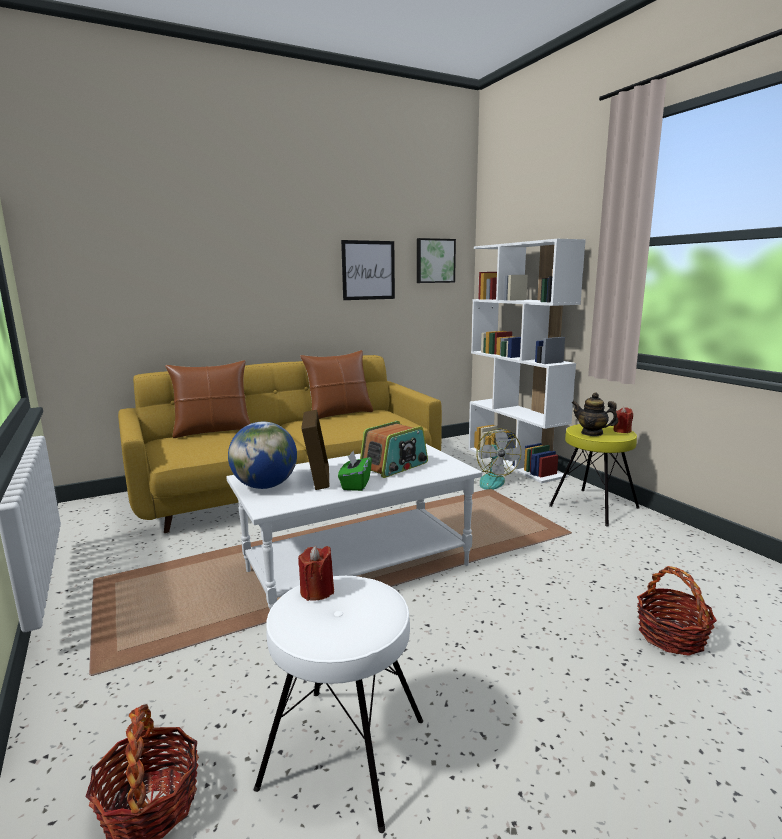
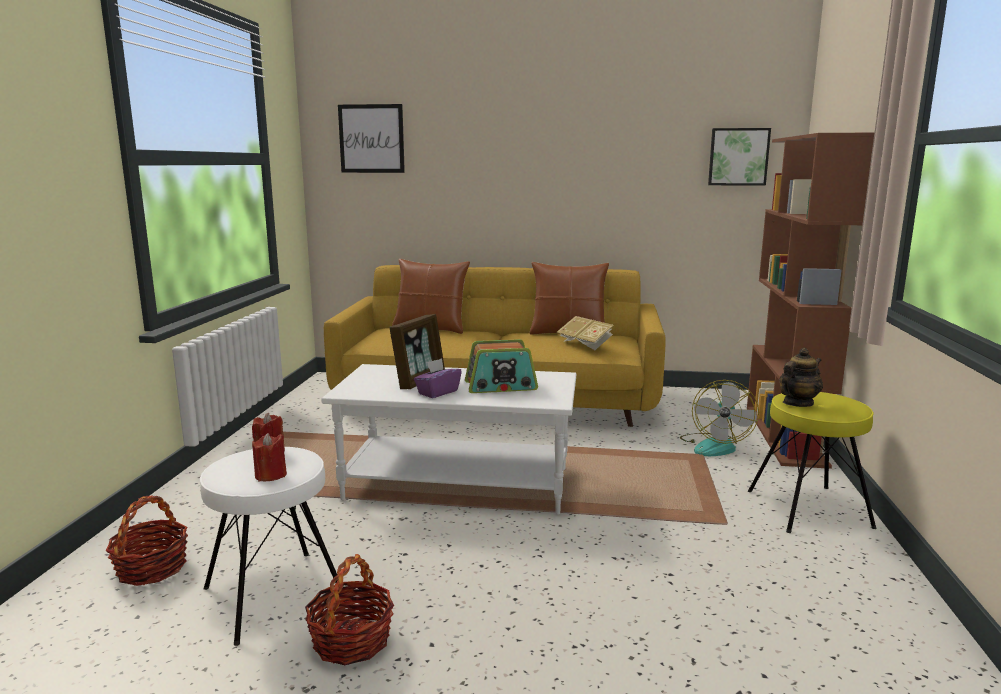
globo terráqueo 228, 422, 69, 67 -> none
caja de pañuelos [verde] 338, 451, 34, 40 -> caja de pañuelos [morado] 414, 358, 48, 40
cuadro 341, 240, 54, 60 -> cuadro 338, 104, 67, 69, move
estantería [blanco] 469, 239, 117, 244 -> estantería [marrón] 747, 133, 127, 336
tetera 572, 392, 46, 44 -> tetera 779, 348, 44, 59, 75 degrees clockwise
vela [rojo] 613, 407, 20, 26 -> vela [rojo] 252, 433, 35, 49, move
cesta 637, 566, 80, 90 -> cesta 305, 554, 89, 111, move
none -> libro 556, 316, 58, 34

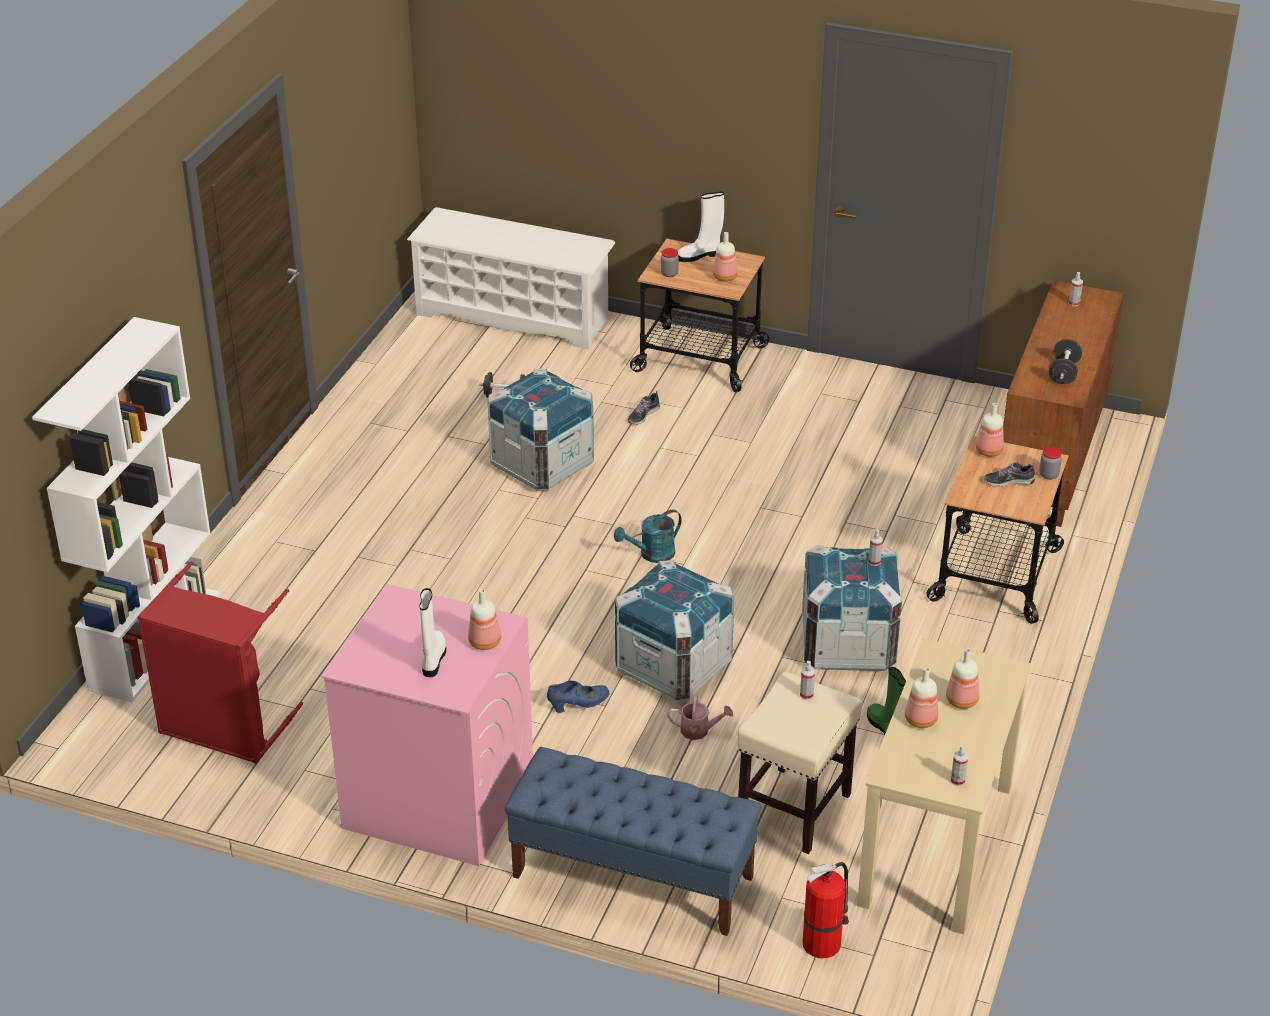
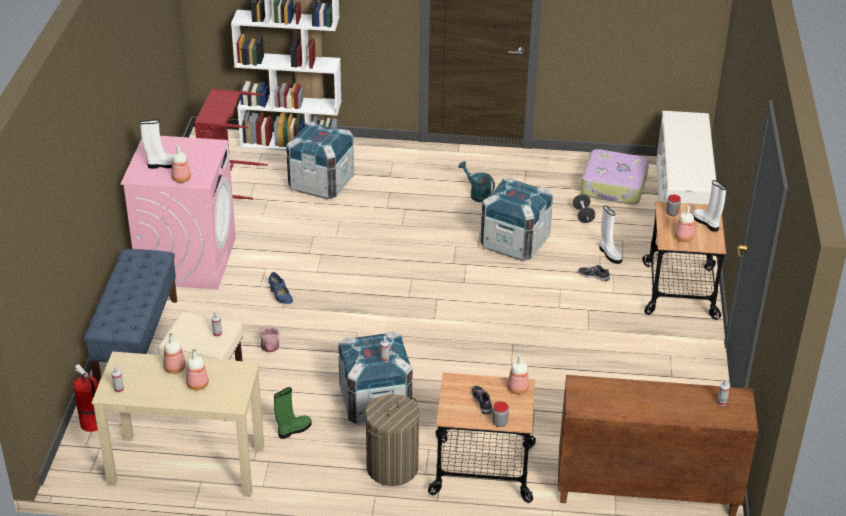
regadera [turquesa] 614, 509, 68, 54 -> regadera [turquesa] 458, 161, 37, 41, move
caja de embalaje 615, 560, 119, 141 -> caja de embalaje 286, 122, 68, 77, move
mancuerna [negro] 1049, 339, 33, 45 -> none
none -> cesto de la ropa 365, 394, 55, 92
none -> maleta 581, 149, 68, 56
none -> bota [blanco] 599, 206, 23, 58

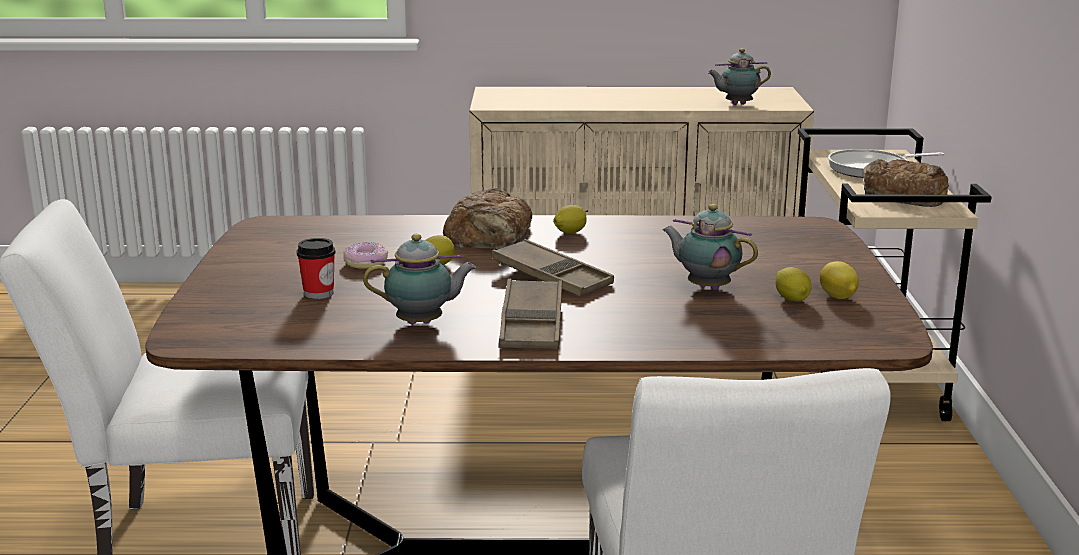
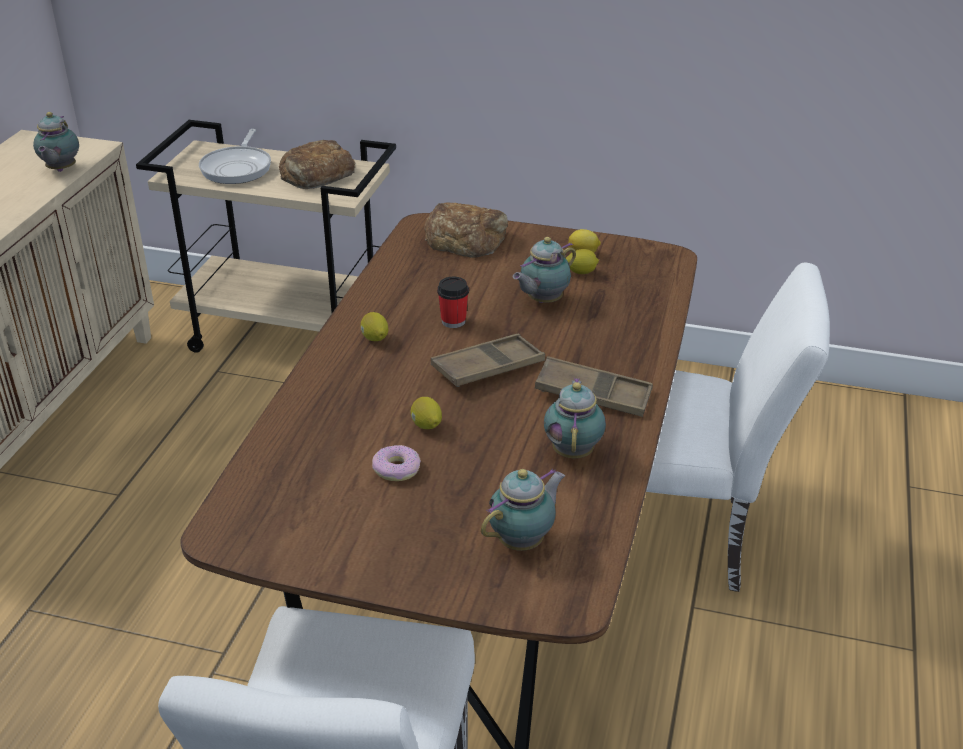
taza 297, 238, 39, 61 -> taza 437, 277, 32, 51, move
pan 443, 188, 89, 61 -> pan 424, 203, 84, 55, move
none -> tetera 481, 468, 84, 83

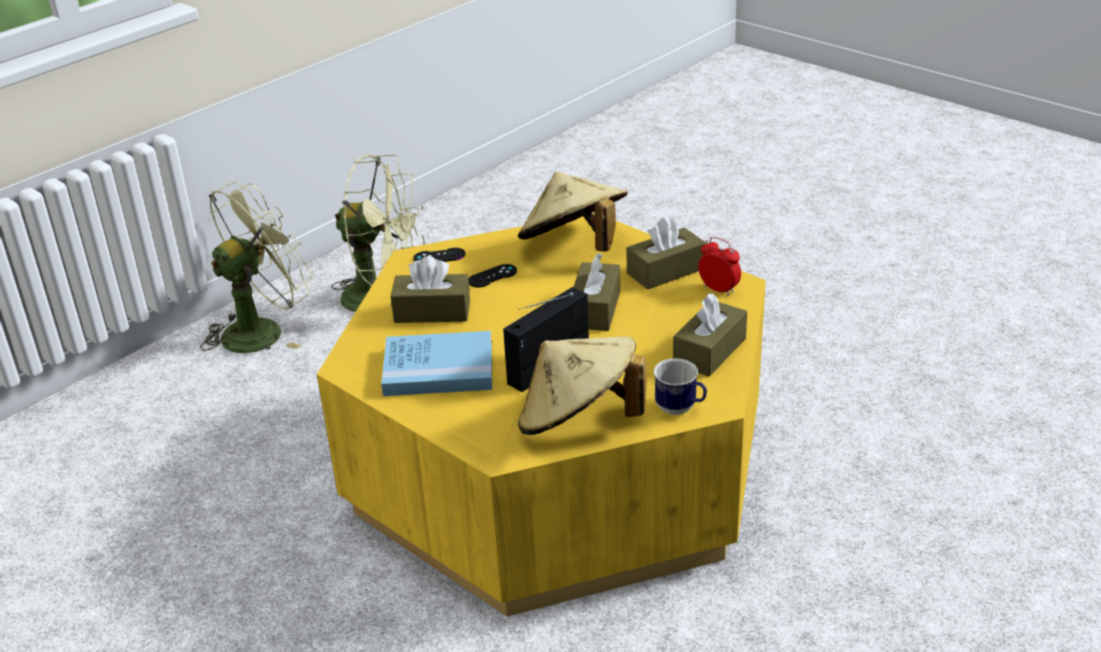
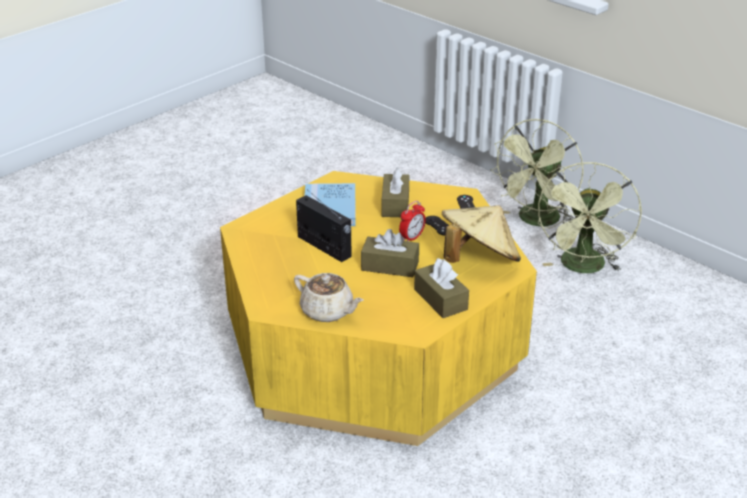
ventilador [verde] 200, 182, 113, 171 -> ventilador [verde] 490, 119, 94, 107, 75 degrees clockwise
sombrero [beis] 518, 336, 129, 99 -> none
taza grande 654, 358, 53, 57 -> none
caja de pañuelos [marrón] 673, 293, 74, 84 -> tetera [beis] 294, 273, 70, 49
despertador 699, 236, 42, 60 -> despertador 399, 201, 27, 41, move

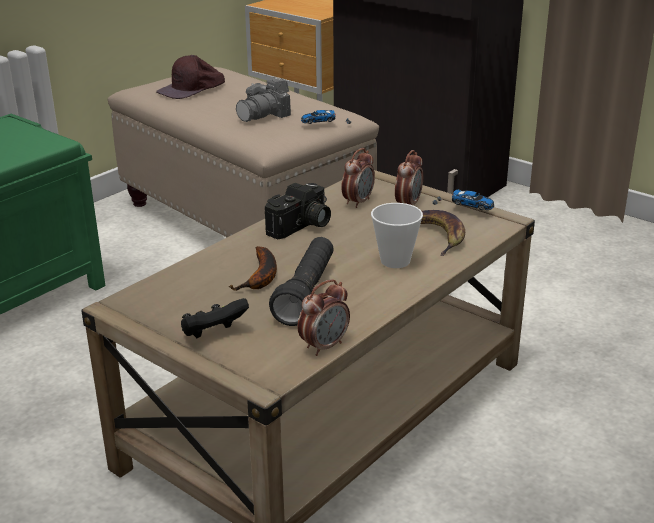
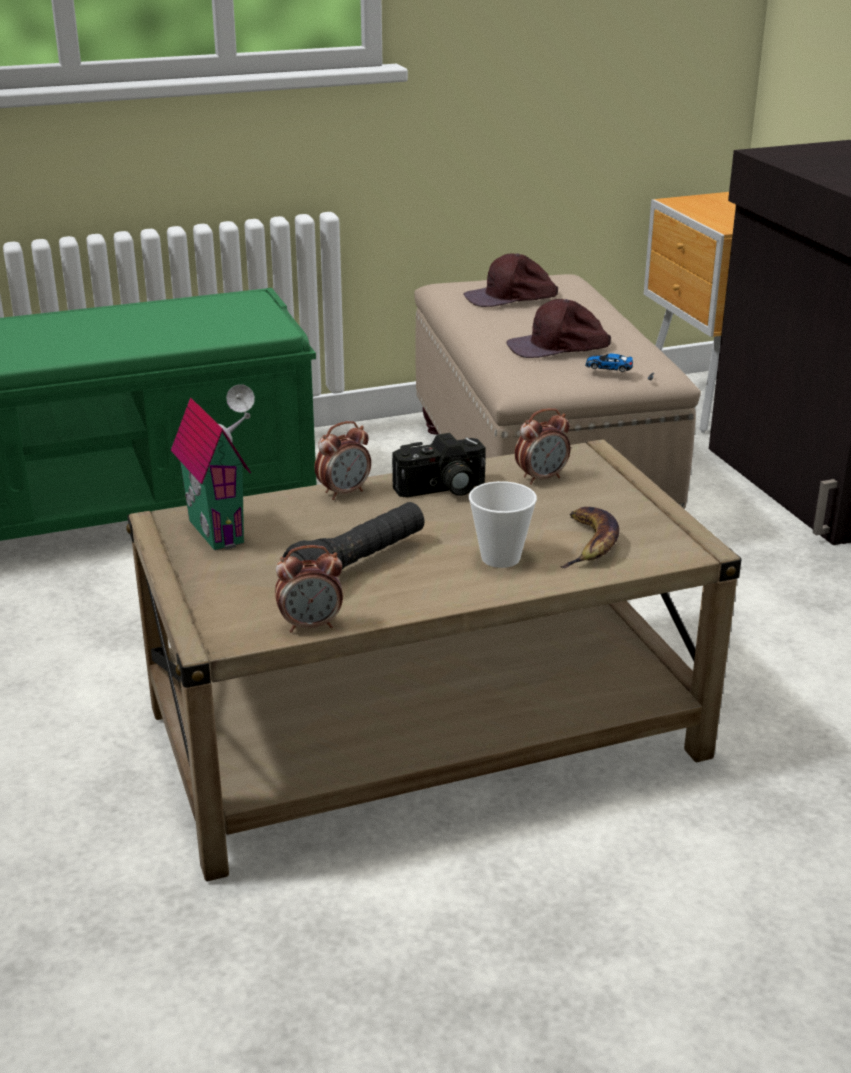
mando de consola [negro] 181, 298, 68, 40 -> none
plátano 229, 246, 48, 45 -> none
cámara 236, 78, 55, 44 -> gorra [marrón] 506, 299, 105, 59
despertador 395, 150, 28, 55 -> despertador 314, 421, 57, 79, move
coche de juguete 433, 190, 61, 20 -> none
none -> casita 171, 385, 84, 165

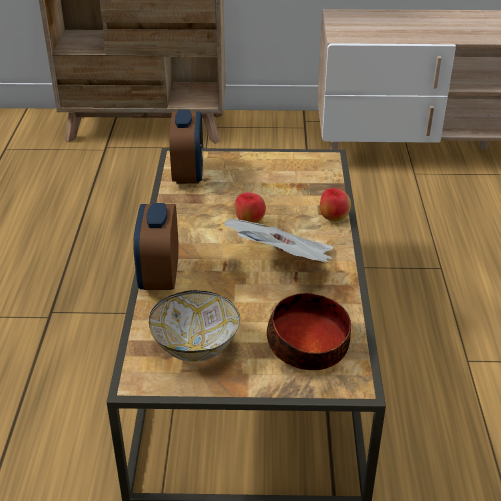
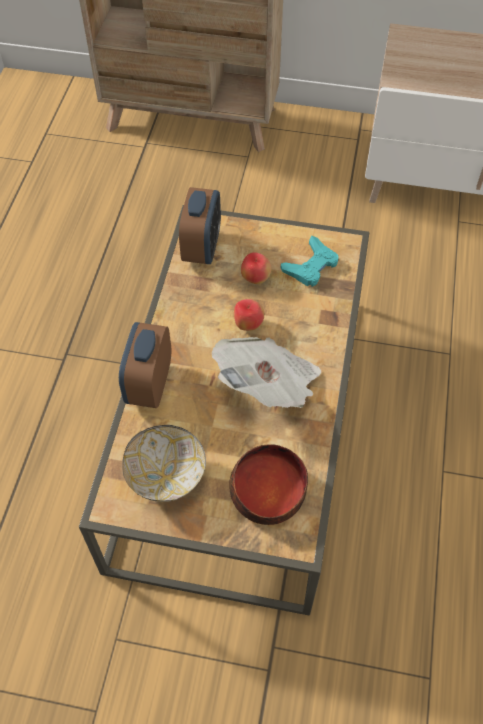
manzana 320, 188, 31, 34 -> manzana 241, 252, 30, 32, move
none -> mando de consola [turquesa] 281, 236, 58, 51

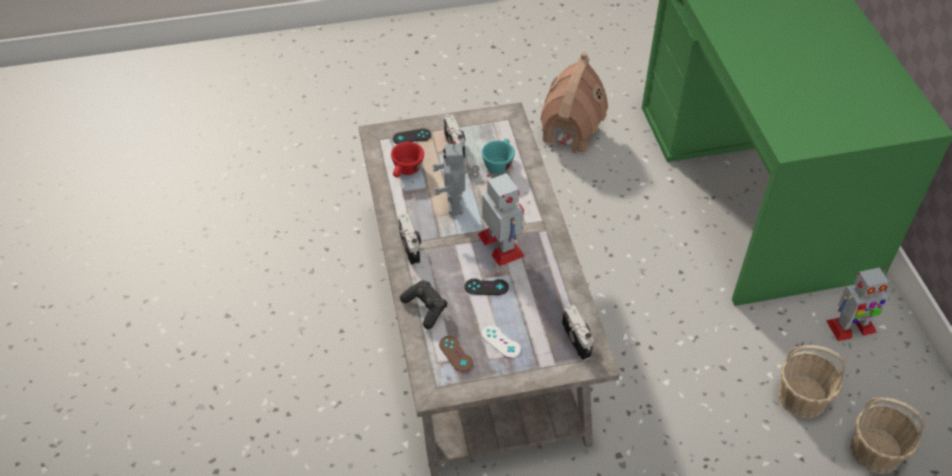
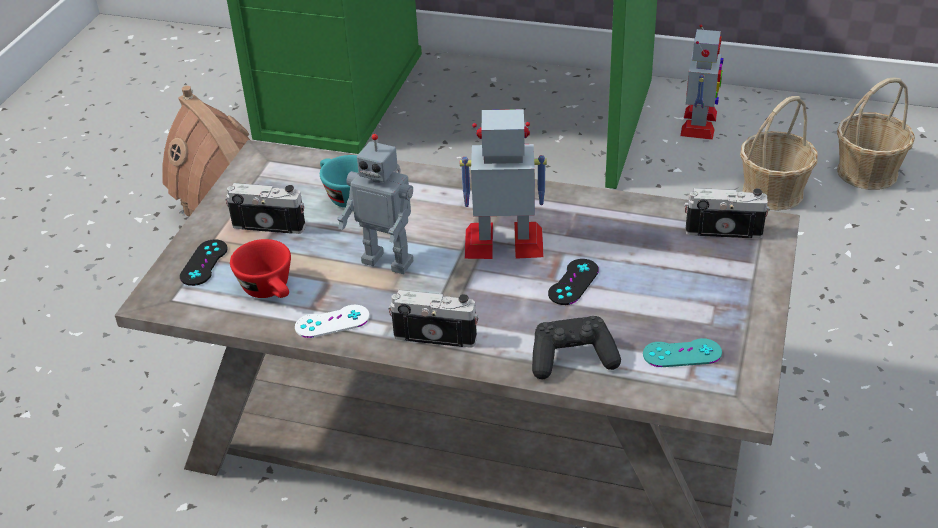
mando de consola [marrón] 439, 336, 34, 36 -> mando de consola [turquesa] 643, 338, 79, 29
mando de consola [blanco] 482, 325, 39, 33 -> mando de consola [blanco] 295, 305, 75, 33, move

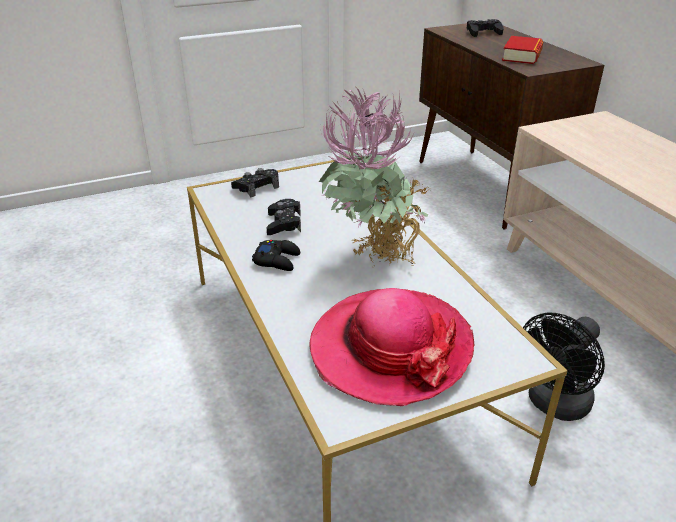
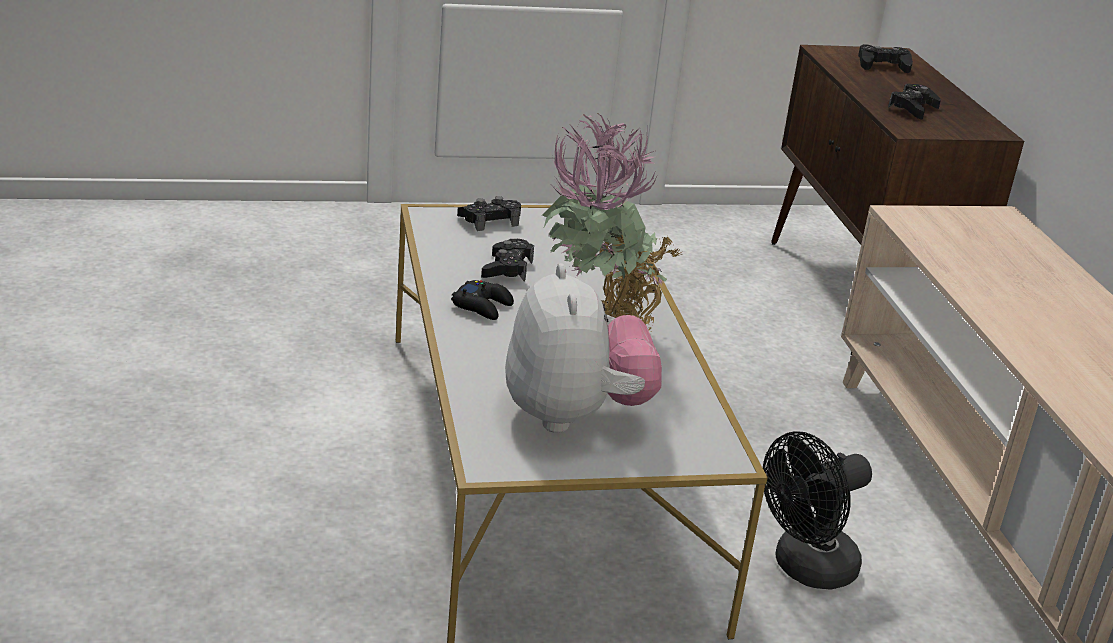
sombrero 310, 288, 165, 118 -> peluche 505, 263, 157, 170
libro 502, 36, 42, 28 -> mando de consola [negro] 888, 84, 53, 36

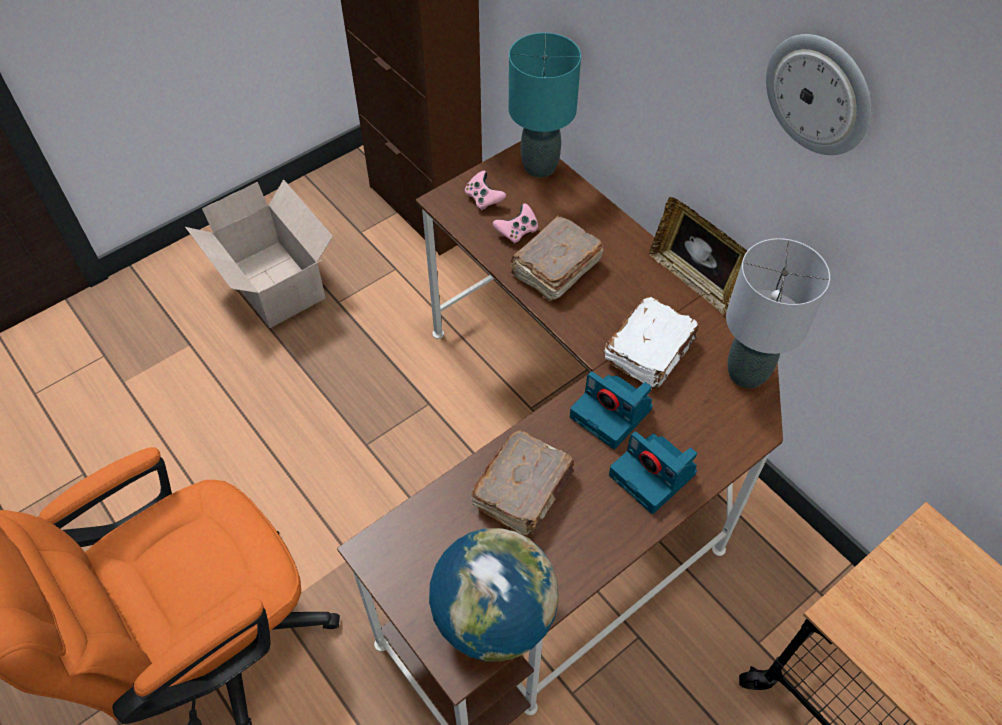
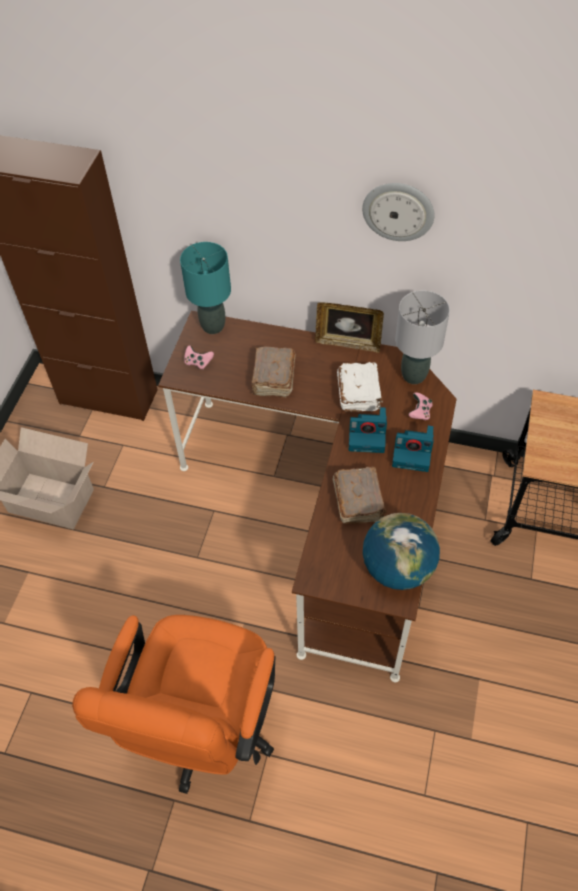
mando de consola [rosa] 493, 204, 45, 40 -> mando de consola [rosa] 408, 392, 25, 29, move

